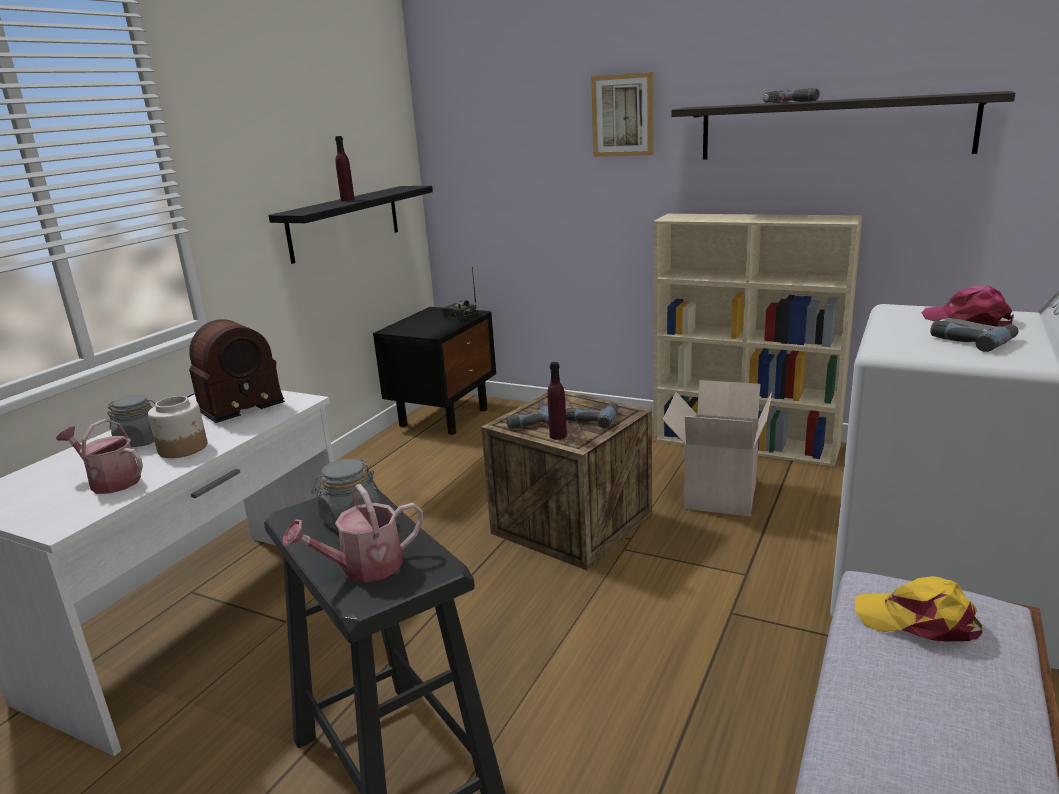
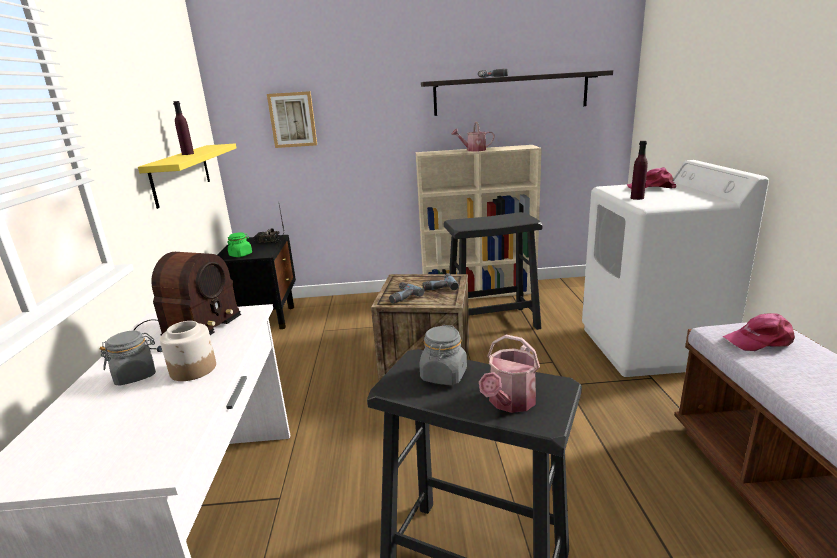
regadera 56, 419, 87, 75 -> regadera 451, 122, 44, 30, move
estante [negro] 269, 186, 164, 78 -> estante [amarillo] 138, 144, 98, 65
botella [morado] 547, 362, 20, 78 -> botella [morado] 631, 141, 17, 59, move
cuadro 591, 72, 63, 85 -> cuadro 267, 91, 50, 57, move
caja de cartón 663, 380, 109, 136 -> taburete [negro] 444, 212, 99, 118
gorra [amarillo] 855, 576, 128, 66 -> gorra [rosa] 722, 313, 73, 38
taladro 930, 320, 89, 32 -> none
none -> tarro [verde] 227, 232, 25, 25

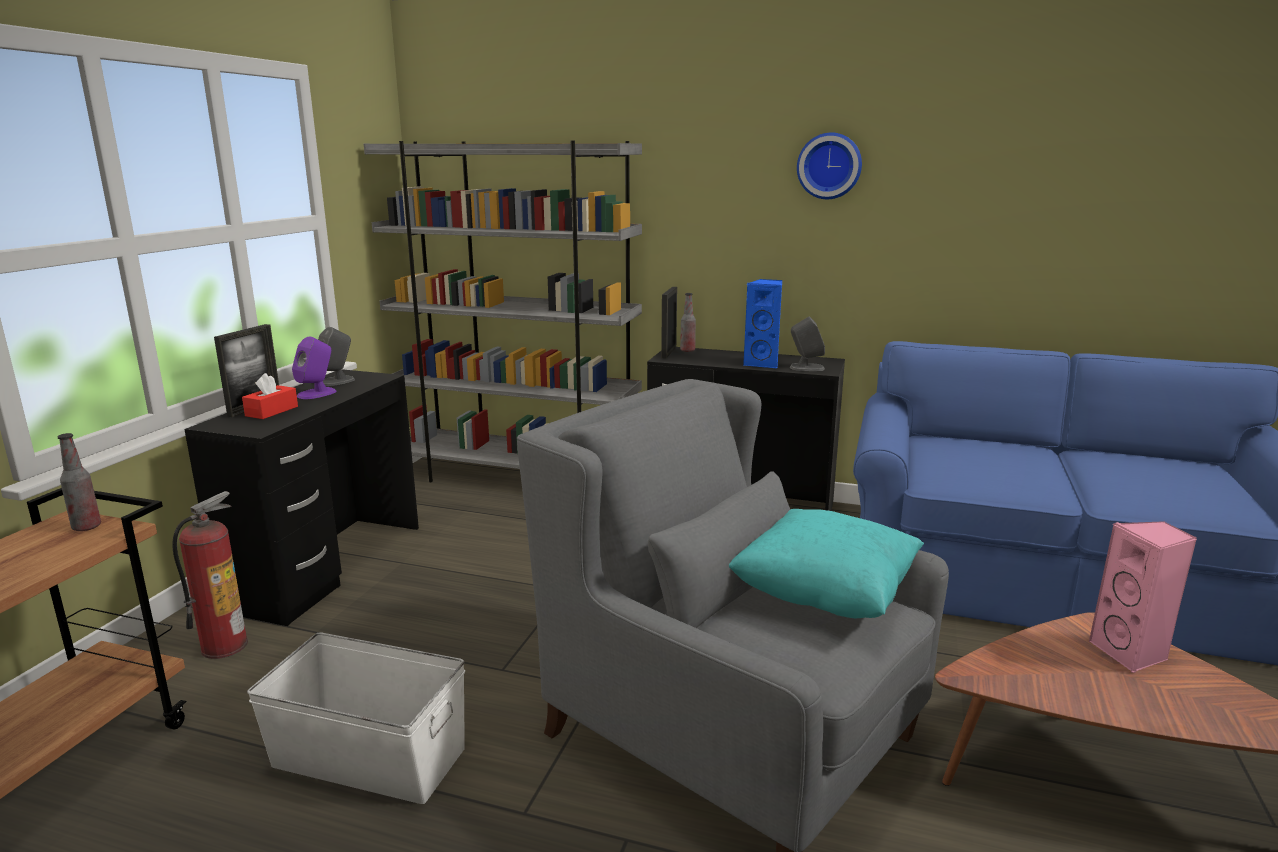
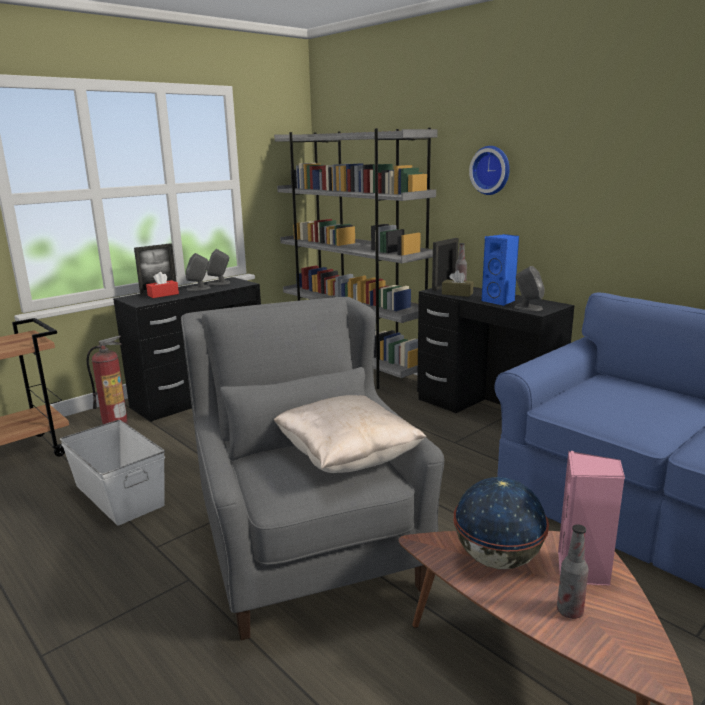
botella 58, 433, 43, 98 -> botella 557, 524, 32, 95, move
altavoz [morado] 292, 336, 44, 63 -> altavoz [gris] 185, 253, 26, 38
cojín [turquesa] 729, 509, 195, 109 -> cojín [beis] 274, 395, 153, 78
reloj de pared 797, 132, 65, 67 -> reloj de pared 469, 146, 41, 49, move
none -> caja de pañuelos [marrón] 442, 270, 32, 27
none -> globo terráqueo 453, 477, 96, 92

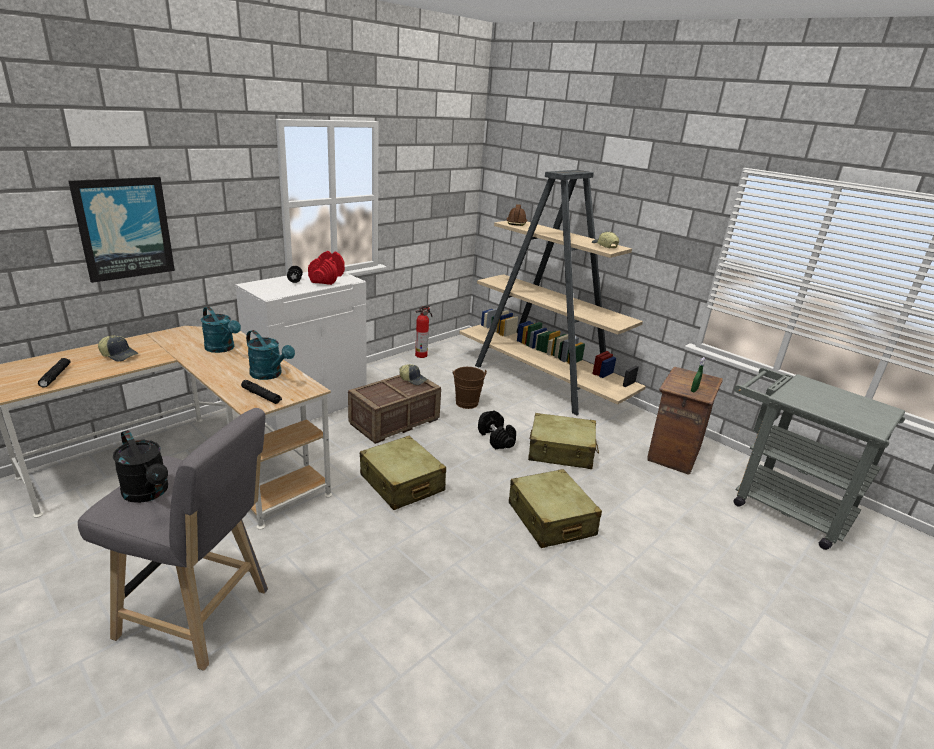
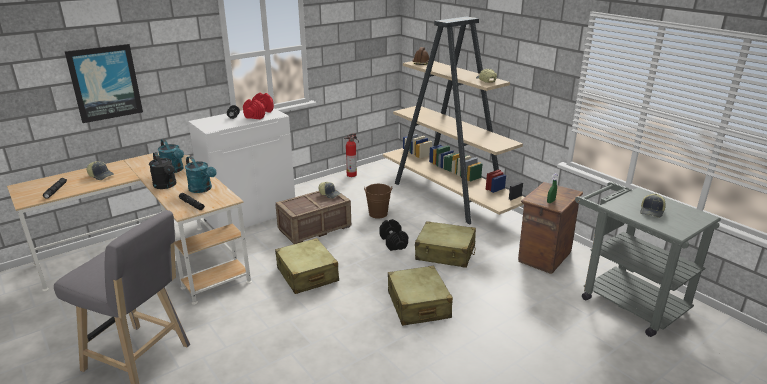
regadera [negro] 113, 430, 55, 73 -> regadera [negro] 149, 152, 27, 37, move
none -> gorra 640, 194, 26, 24

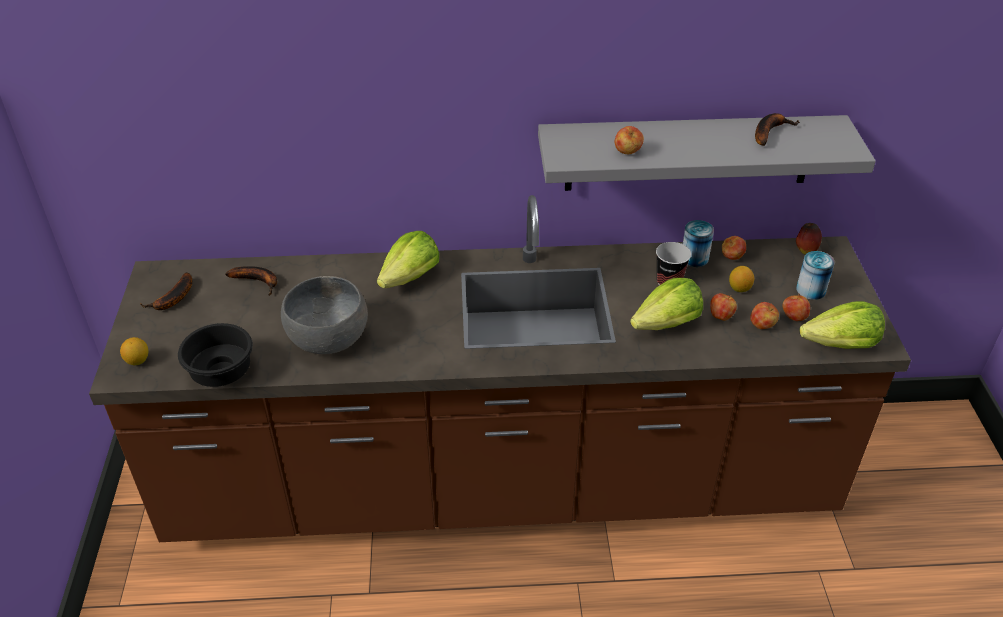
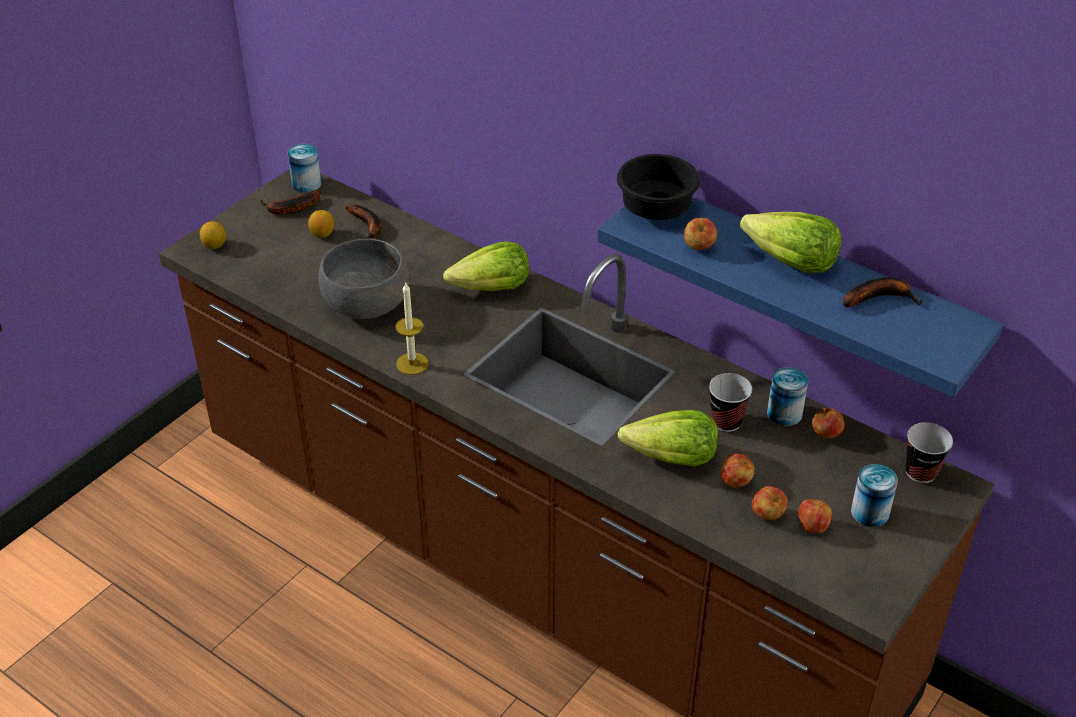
cuenco [negro] 178, 323, 75, 64 -> cuenco [negro] 617, 154, 83, 66, move
estante [gris] 538, 115, 338, 76 -> estante [azul] 597, 197, 406, 201
limón 729, 266, 25, 26 -> limón 308, 210, 26, 28, move
manzana 796, 223, 26, 32 -> taza 905, 422, 48, 61
lechuga 800, 301, 85, 48 -> lechuga 740, 212, 102, 61, move
none -> lata 288, 144, 33, 49
none -> vela 395, 283, 33, 92

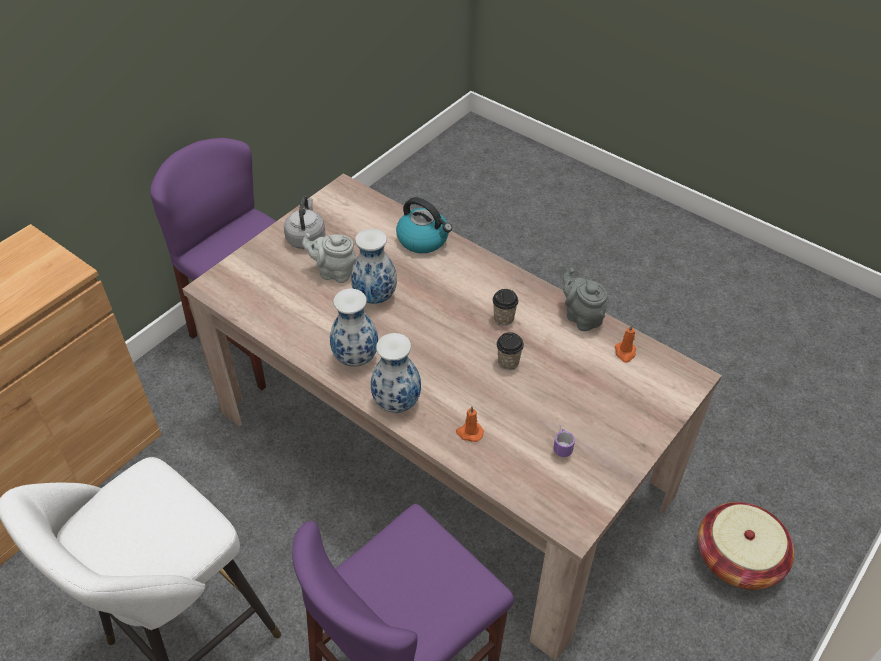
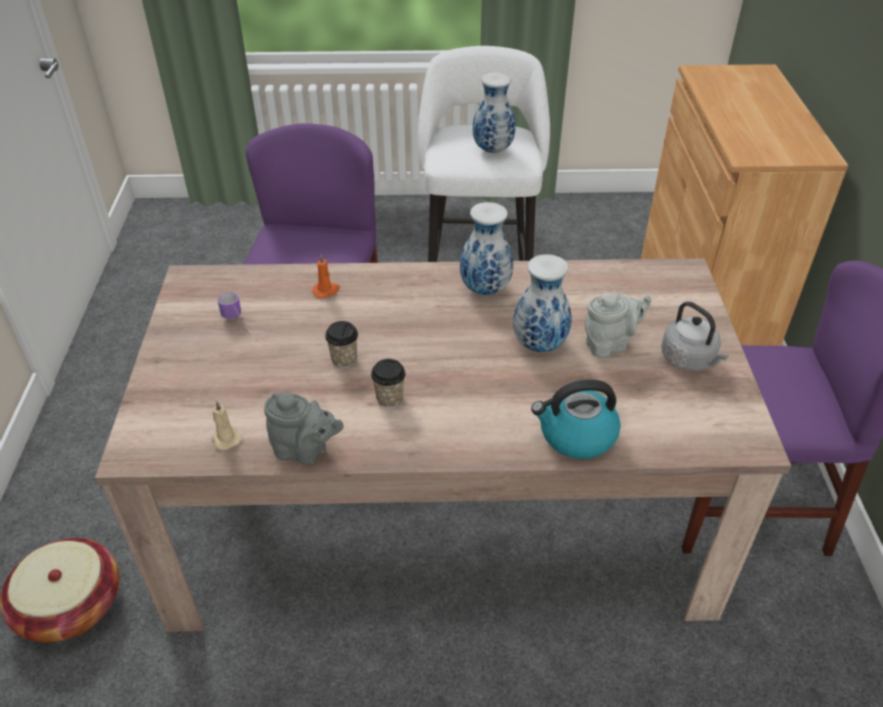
florero 371, 333, 50, 80 -> florero 472, 72, 44, 82, move
vela [naranja] 615, 324, 21, 39 -> vela [beis] 212, 400, 30, 50

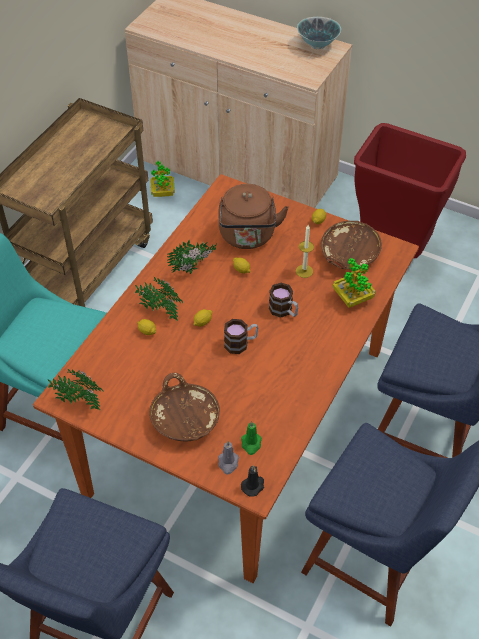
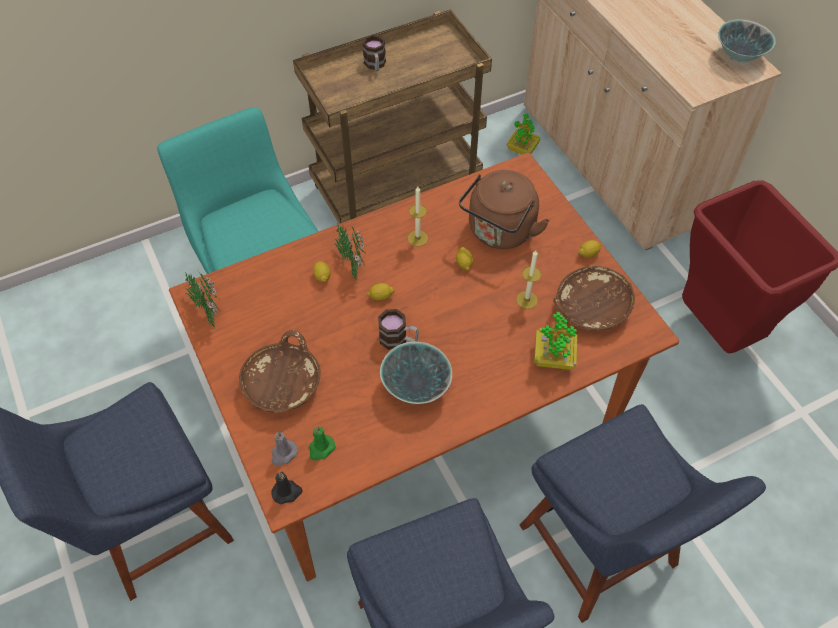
planta en maceta 167, 240, 50, 34 -> vela 408, 187, 20, 59
taza grande 269, 283, 30, 35 -> taza grande 362, 35, 24, 36, move
none -> cuenco 380, 342, 72, 62

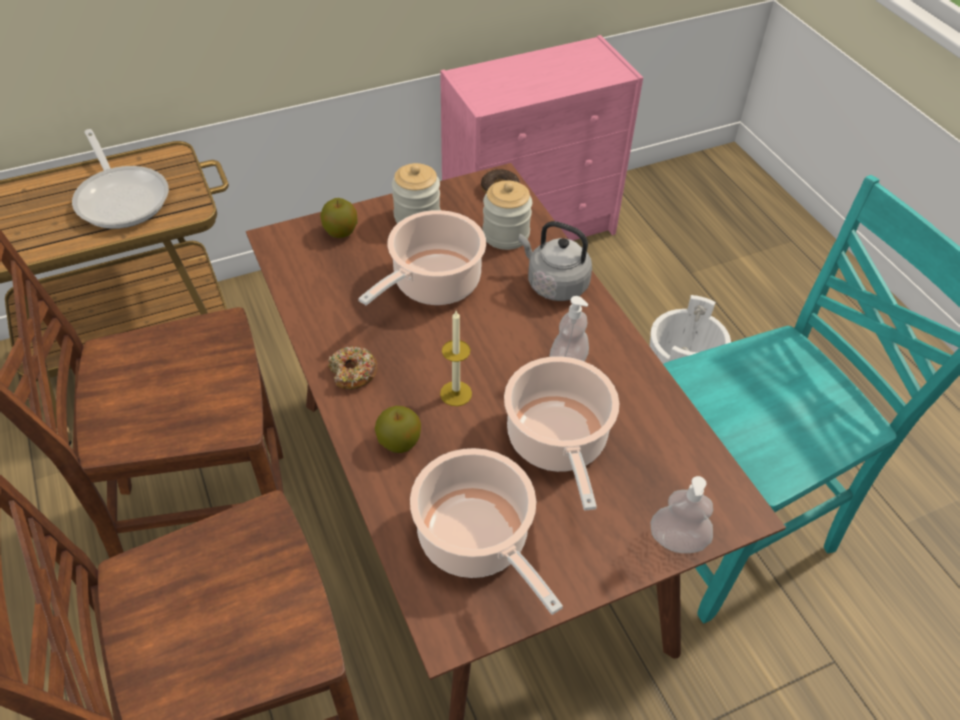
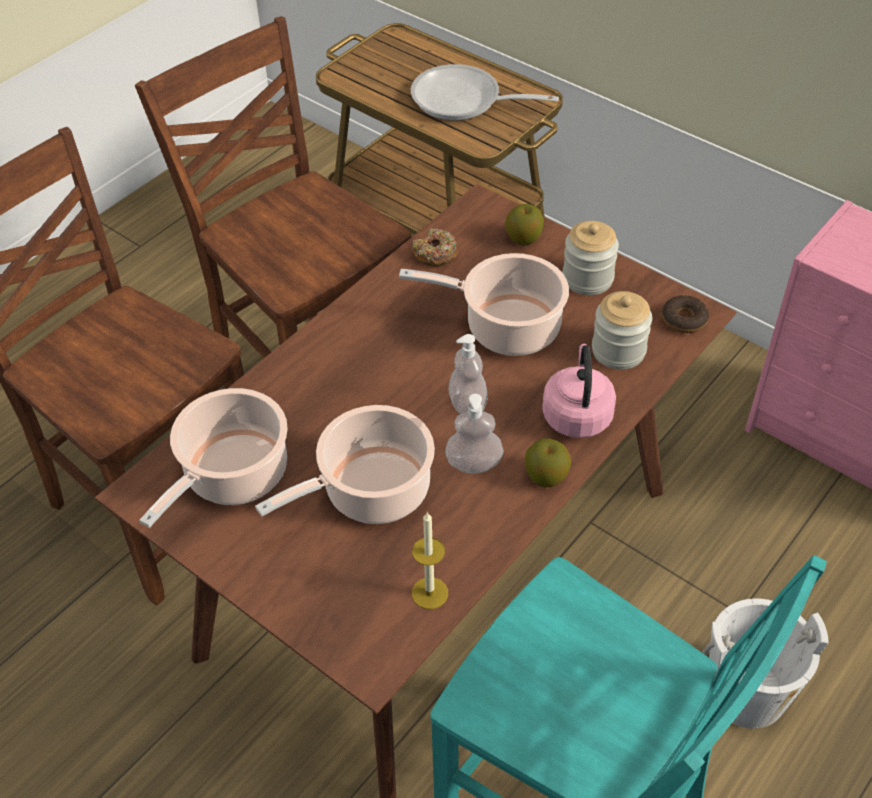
sartén 72, 129, 97, 100 -> sartén 411, 64, 148, 57, 75 degrees clockwise
rosquilla 328, 346, 49, 44 -> rosquilla 412, 228, 47, 39, move
manzana 375, 406, 46, 47 -> manzana 525, 438, 46, 49, move
vela 440, 311, 32, 95 -> vela 412, 512, 36, 97, move
hervidor [gris] 518, 221, 74, 80 -> hervidor [rosa] 542, 344, 74, 94
dispensador de jabón 651, 476, 62, 77 -> dispensador de jabón 449, 334, 39, 80, move

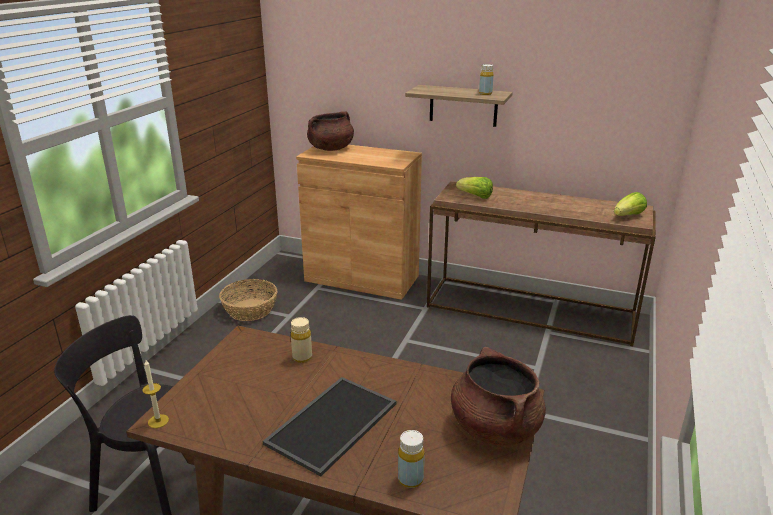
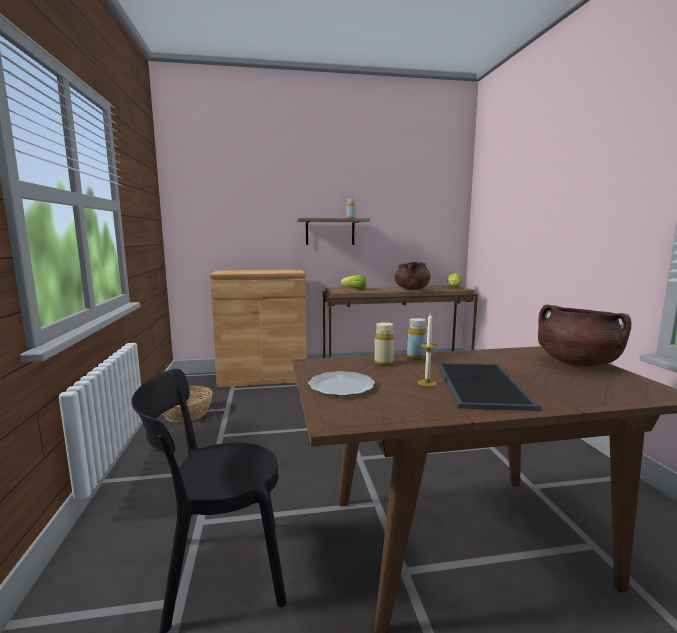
vela 142, 360, 27, 68 -> vela 418, 314, 19, 73, move
olla [marrón] 307, 111, 47, 40 -> olla [marrón] 395, 262, 36, 28, move
botella [amarillo] 398, 430, 27, 58 -> botella [amarillo] 407, 318, 19, 41, move
none -> plato 308, 371, 67, 25

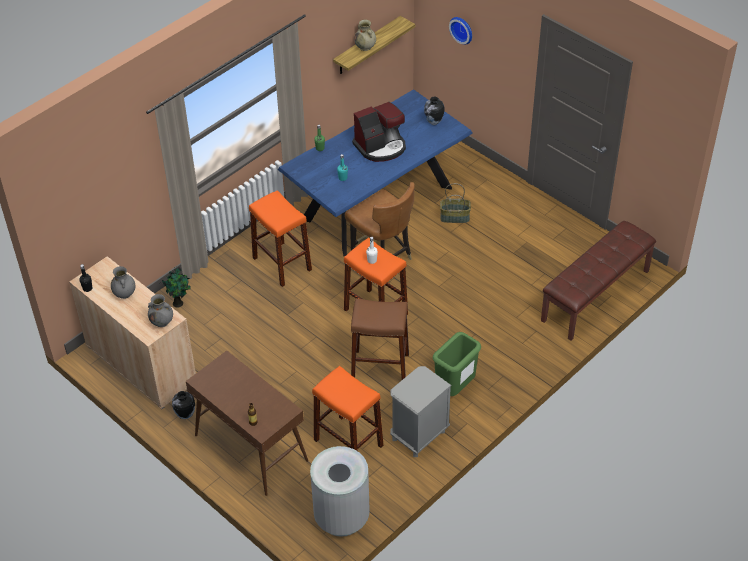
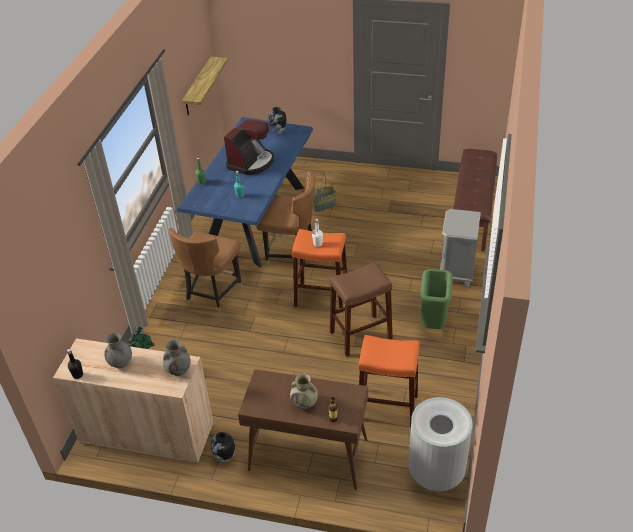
taburete [naranja] 249, 190, 63, 97 -> silla [marrón] 168, 227, 74, 86
florero [beis] 354, 19, 22, 32 -> florero [beis] 290, 373, 28, 36, move
mesita de noche [gris] 390, 366, 62, 91 -> mesita de noche [gris] 440, 209, 41, 78, move
reloj de pared 449, 17, 23, 27 -> none

